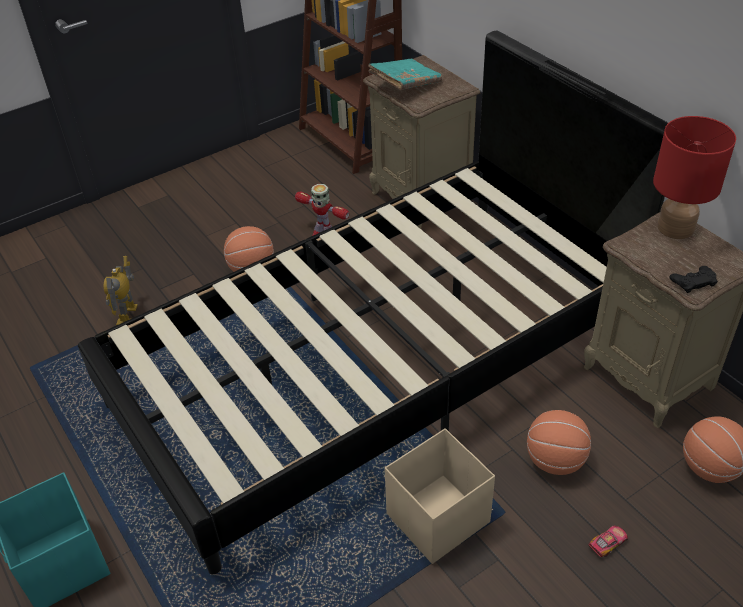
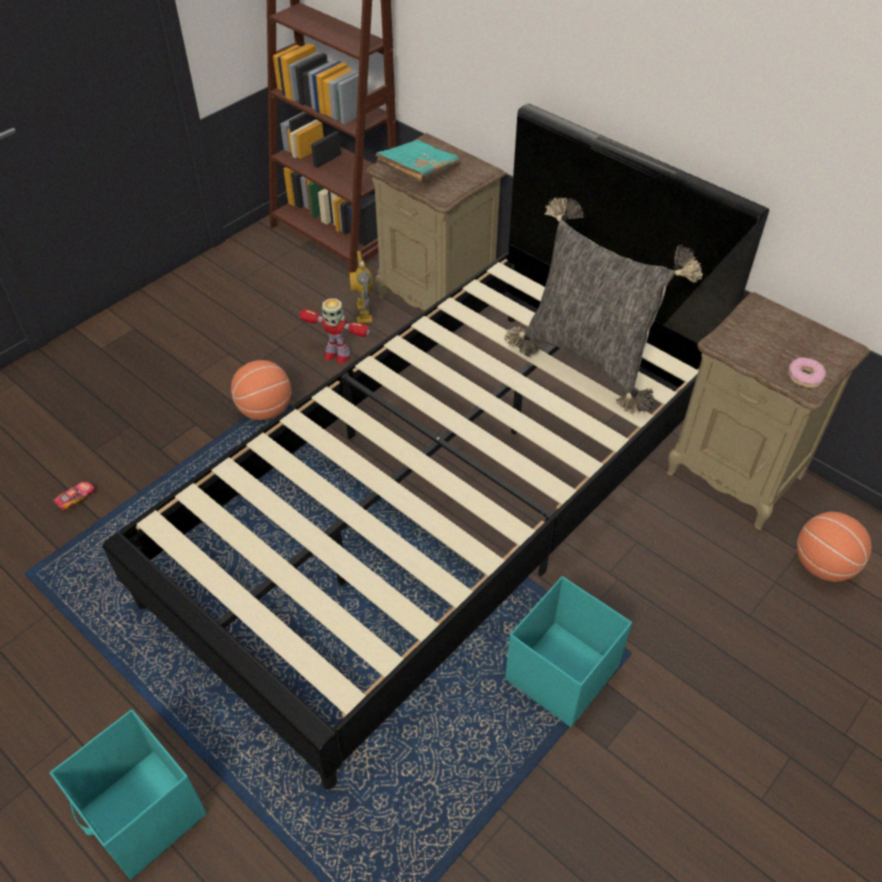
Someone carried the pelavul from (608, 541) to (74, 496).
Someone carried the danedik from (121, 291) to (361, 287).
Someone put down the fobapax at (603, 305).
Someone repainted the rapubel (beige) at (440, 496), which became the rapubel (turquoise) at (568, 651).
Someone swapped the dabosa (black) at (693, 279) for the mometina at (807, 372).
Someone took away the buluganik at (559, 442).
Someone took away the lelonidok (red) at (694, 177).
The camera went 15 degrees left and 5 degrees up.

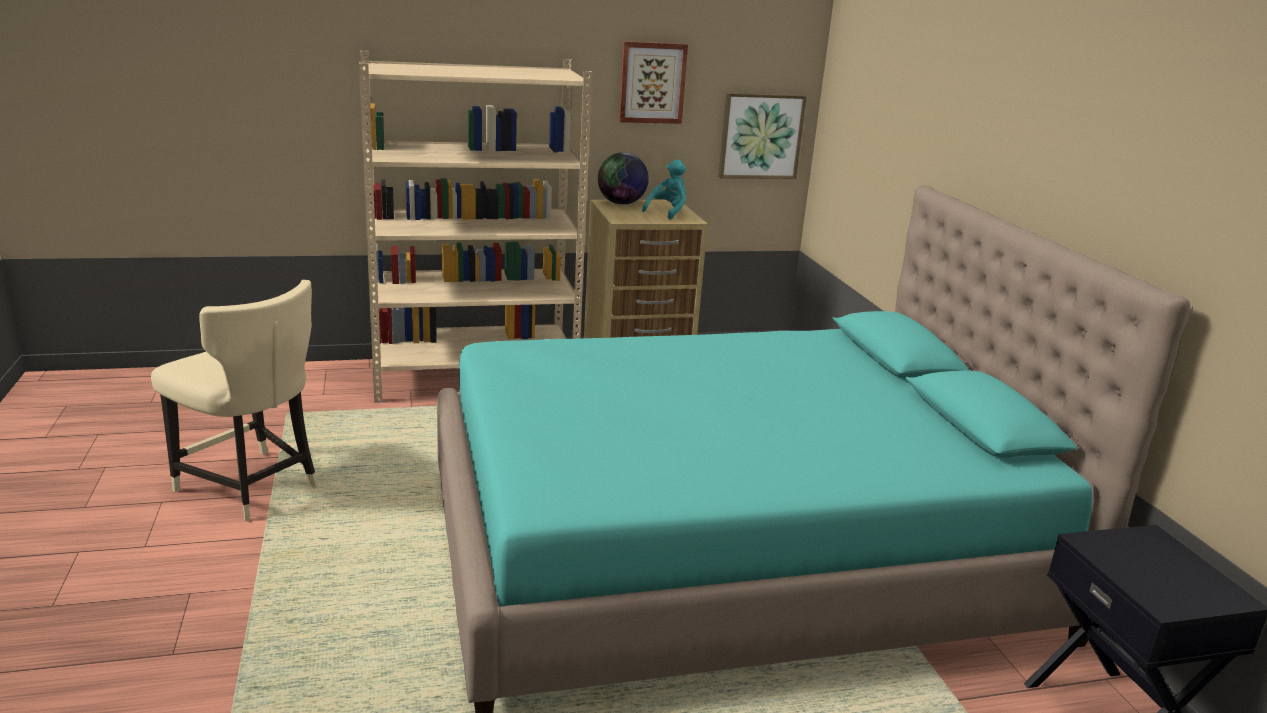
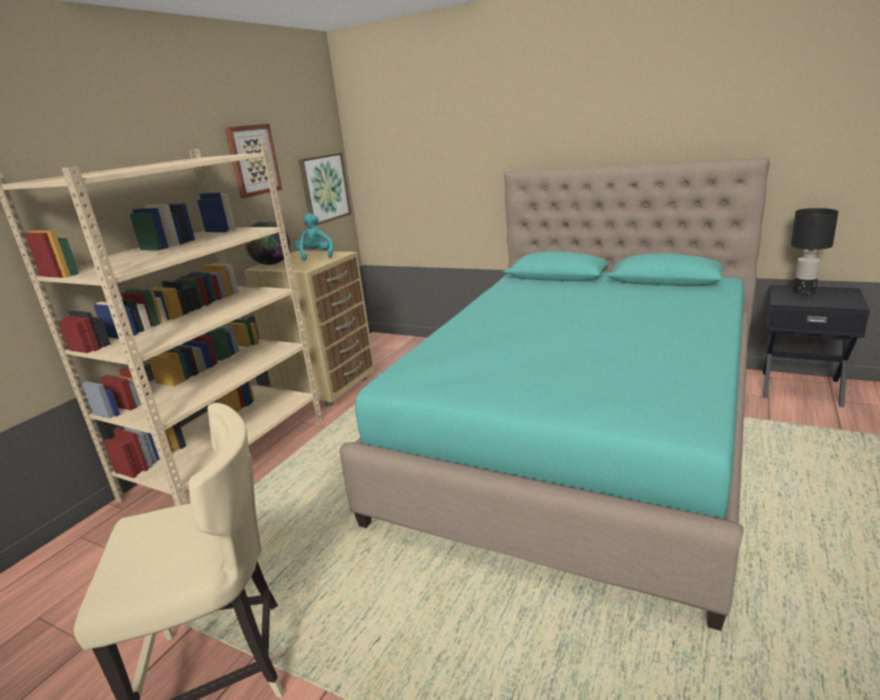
Someone put down the lelonidok (black) at (815, 251).
The camera went 45 degrees left and 0 degrees up.

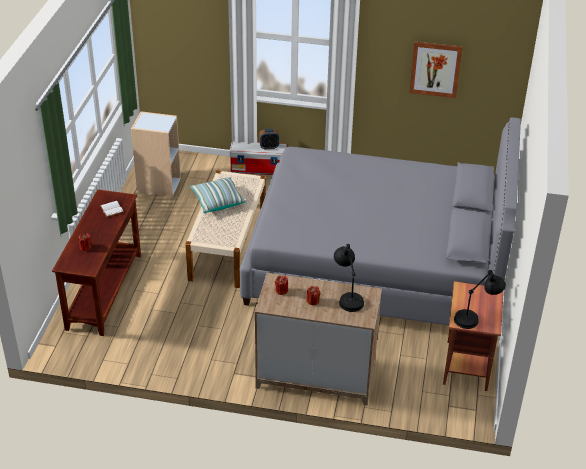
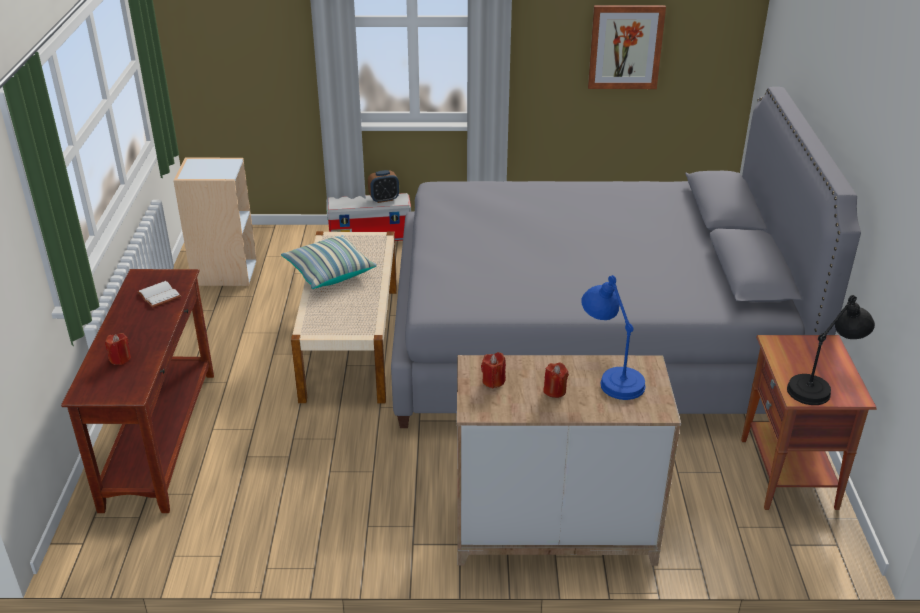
Someone repainted the lelonidok (black) at (349, 278), which became the lelonidok (blue) at (613, 337).
The camera went 10 degrees left and 5 degrees down.

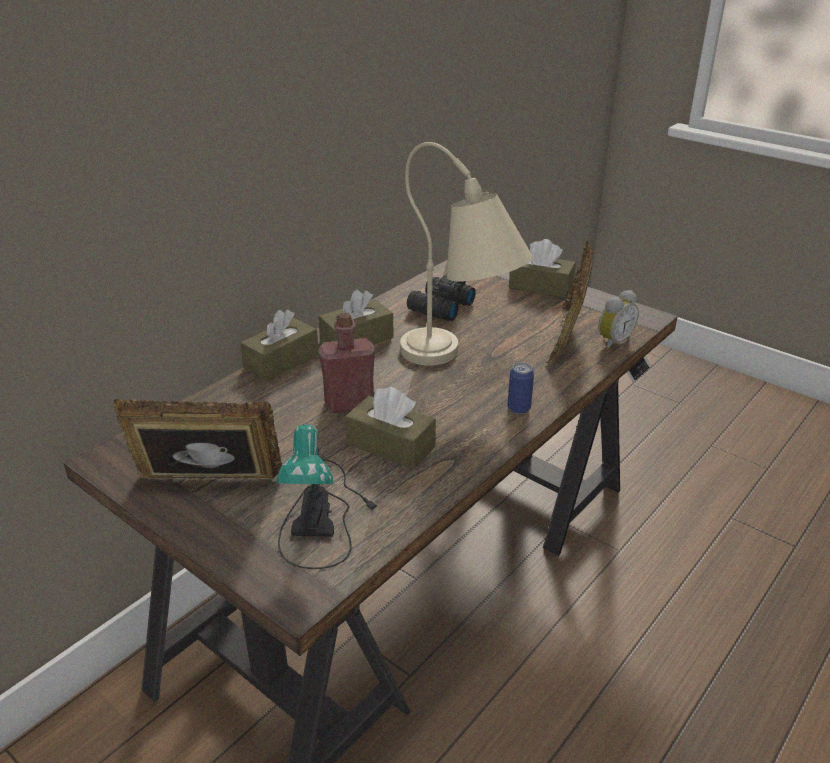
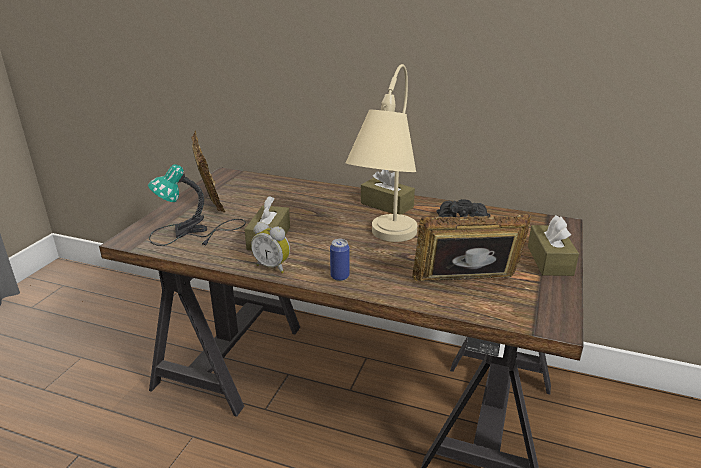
Someone carried the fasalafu from (618, 320) to (270, 247).
Someone took away the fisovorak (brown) at (279, 345).
Someone took away the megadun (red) at (346, 363).
The camera went 70 degrees right and 5 degrees down.

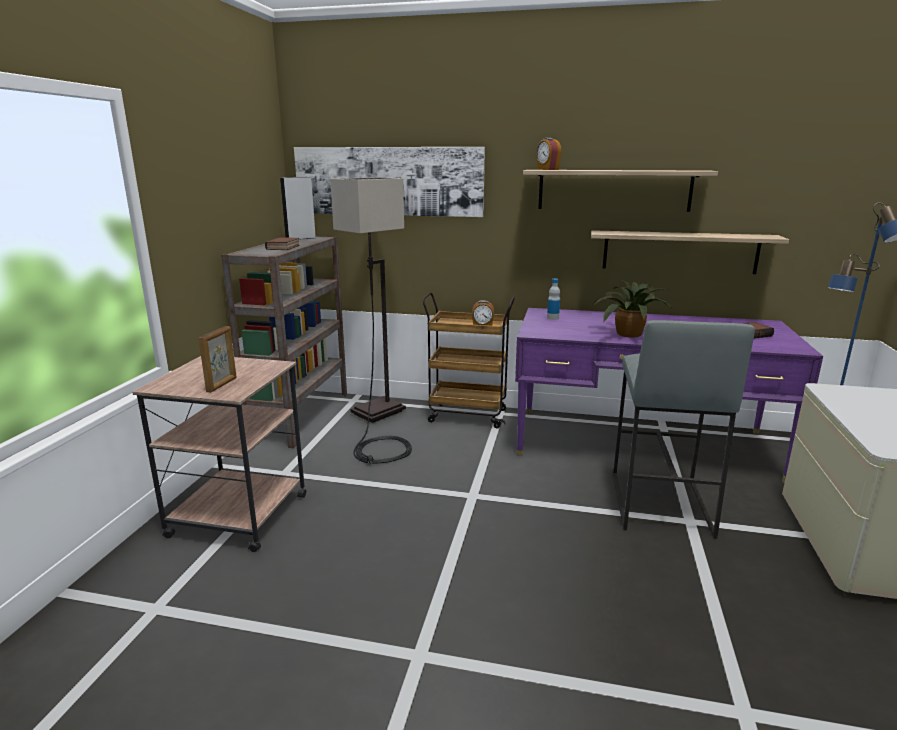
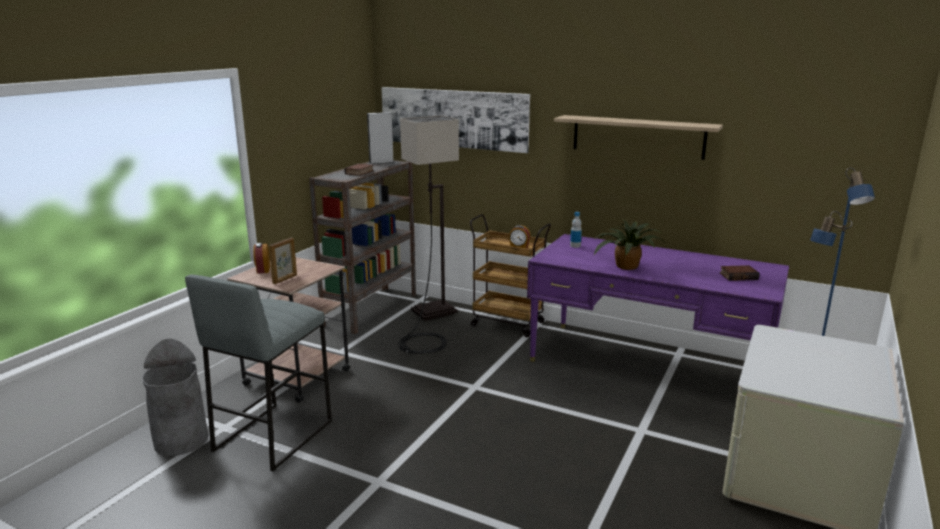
Someone put down the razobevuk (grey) at (175, 397).
Someone carried the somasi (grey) from (684, 429) to (258, 373).
Someone carried the fasalafu from (548, 154) to (261, 258).
Someone took away the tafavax at (690, 252).
The camera went 15 degrees right and 0 degrees up.

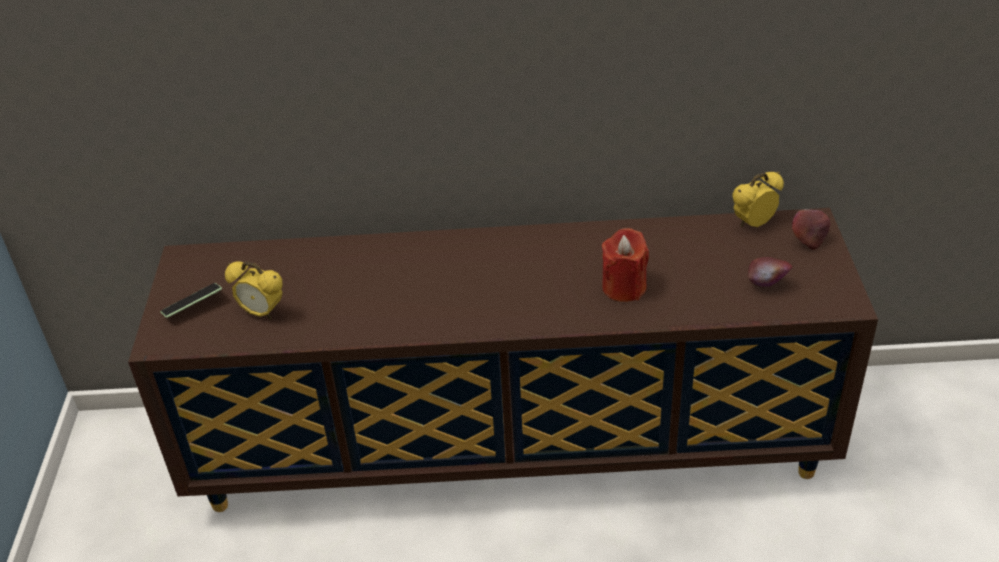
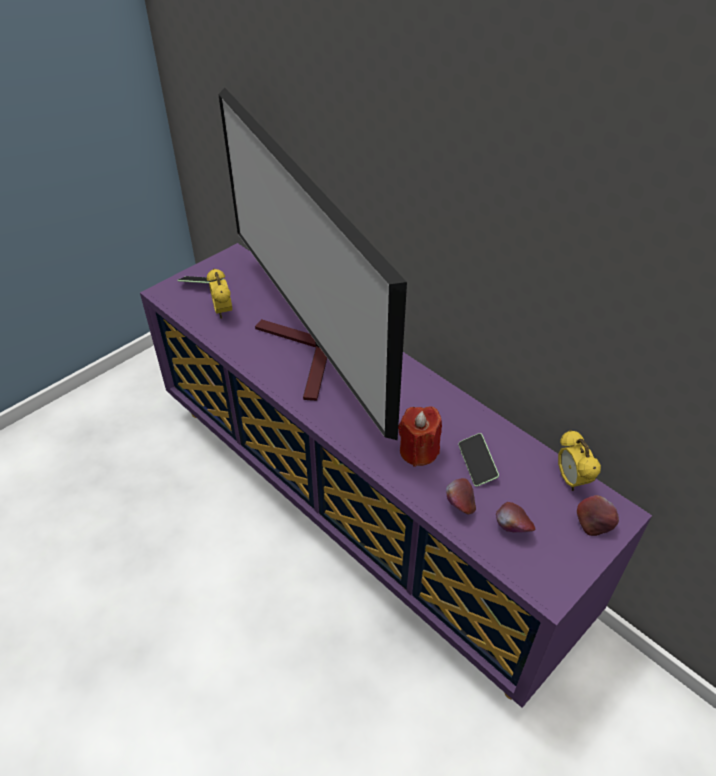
Someone repainted the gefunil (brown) at (503, 360), which became the gefunil (purple) at (396, 475).
Someone put down the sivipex at (312, 264).
Someone put down the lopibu at (461, 496).
Someone put down the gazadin at (478, 460).
Someone rotated the fasalafu at (758, 199) by 120 degrees counterclockwise.
The camera went 45 degrees right and 5 degrees up.

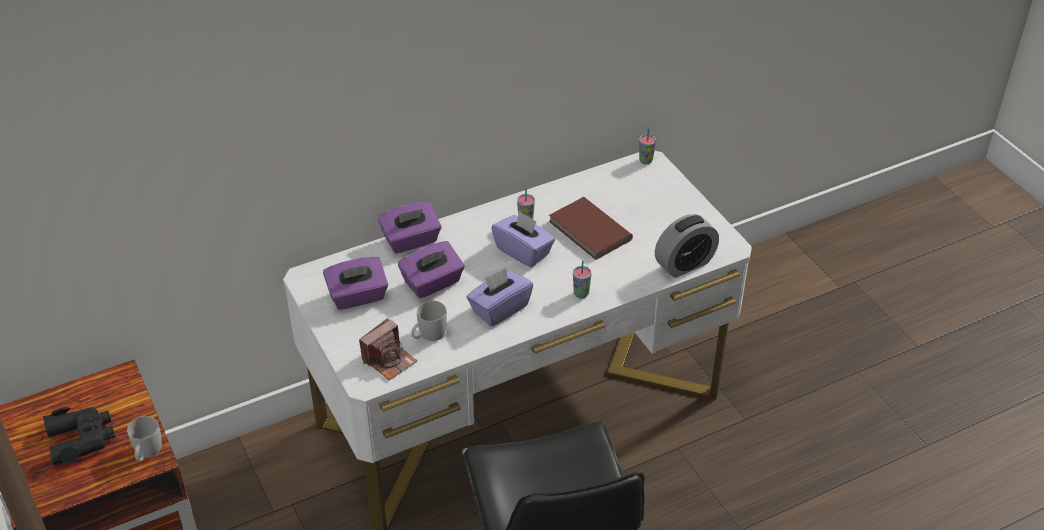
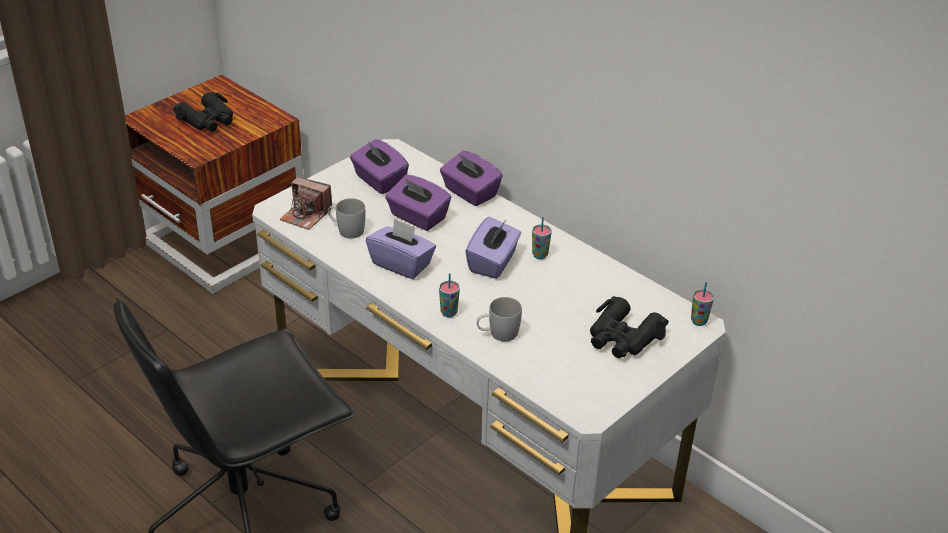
Someone carried the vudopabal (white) from (144, 438) to (499, 319).
Someone put down the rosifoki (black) at (629, 327).
Someone took away the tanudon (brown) at (591, 228).
Someone took away the fasalafu at (687, 246).
The camera went 70 degrees right and 5 degrees down.

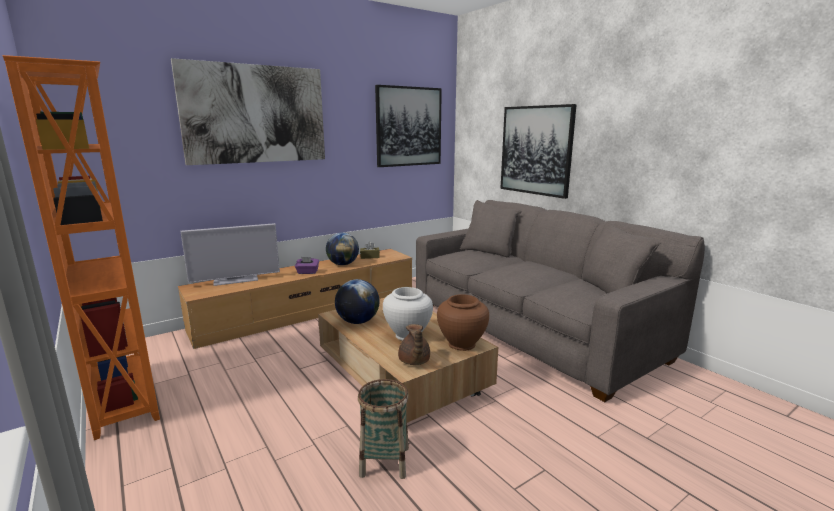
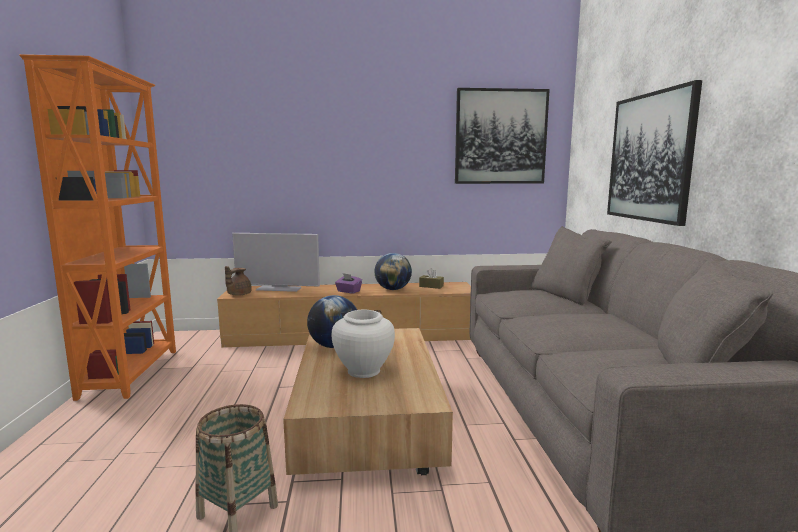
Someone carried the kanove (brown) from (414, 344) to (238, 281).
Someone took away the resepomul at (248, 111).
Someone took away the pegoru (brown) at (463, 322).
The camera went 30 degrees right and 5 degrees down.

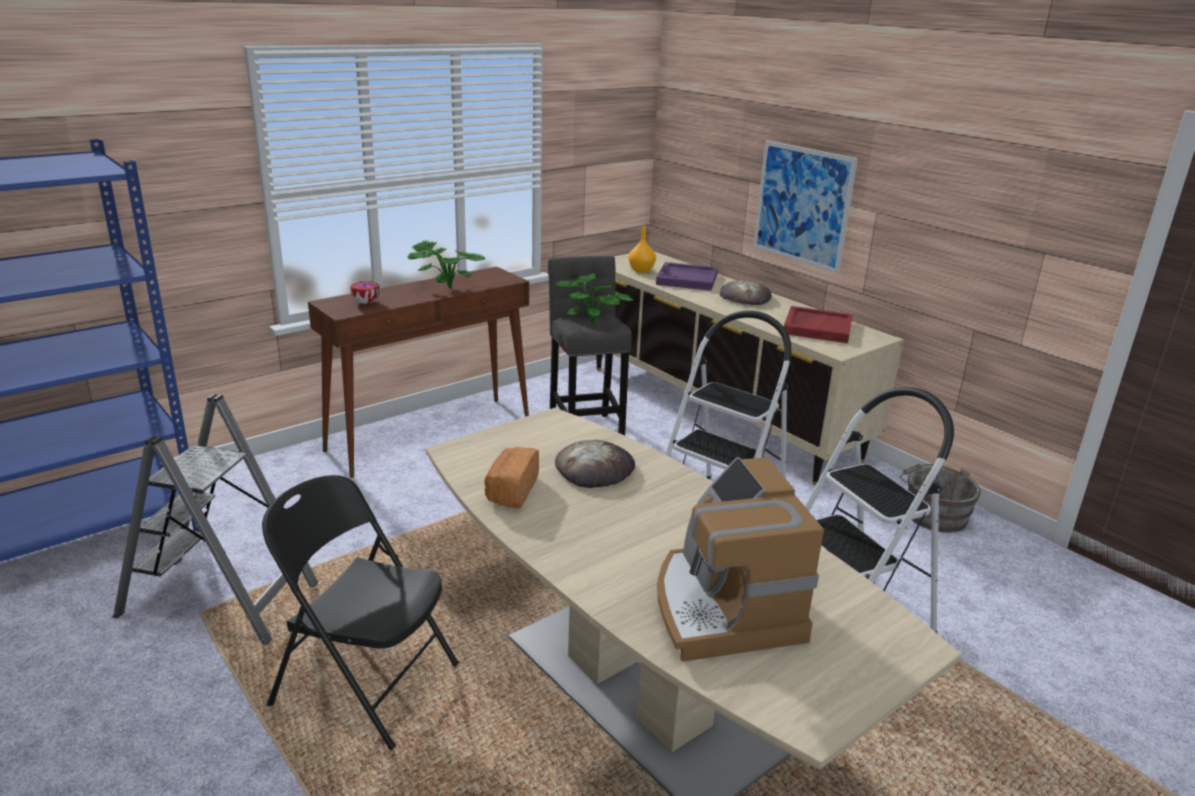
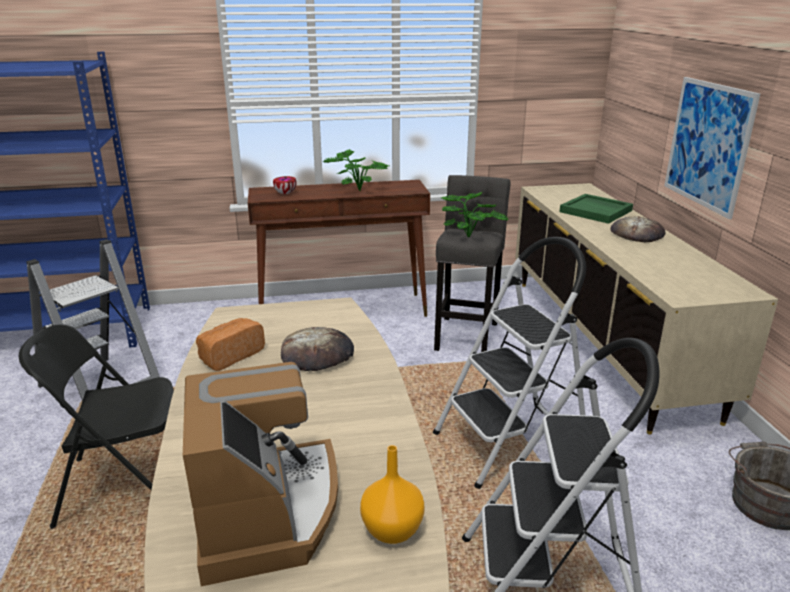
Someone rotated the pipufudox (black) at (360, 612) by 60 degrees counterclockwise.
Someone rotated the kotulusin at (740, 559) by 150 degrees clockwise.
Someone carried the pegoru (orange) from (642, 249) to (392, 494).
Someone repainted the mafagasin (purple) at (687, 276), which became the mafagasin (green) at (596, 209).
Someone took away the mafagasin (red) at (818, 324).
The camera went 30 degrees right and 0 degrees up.

